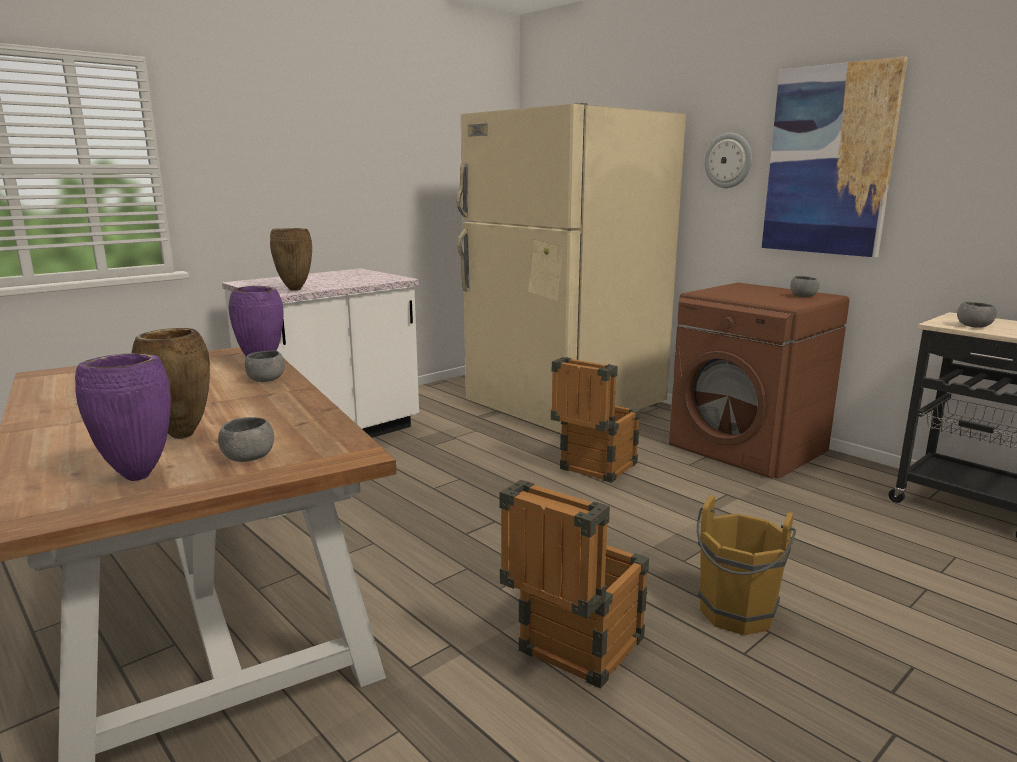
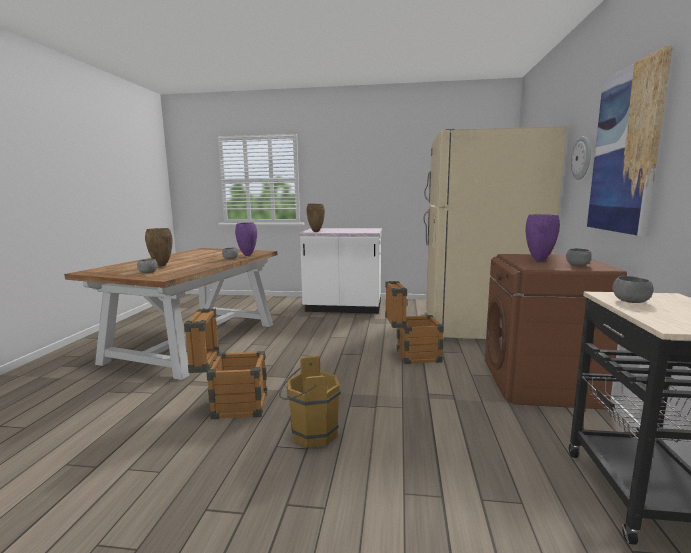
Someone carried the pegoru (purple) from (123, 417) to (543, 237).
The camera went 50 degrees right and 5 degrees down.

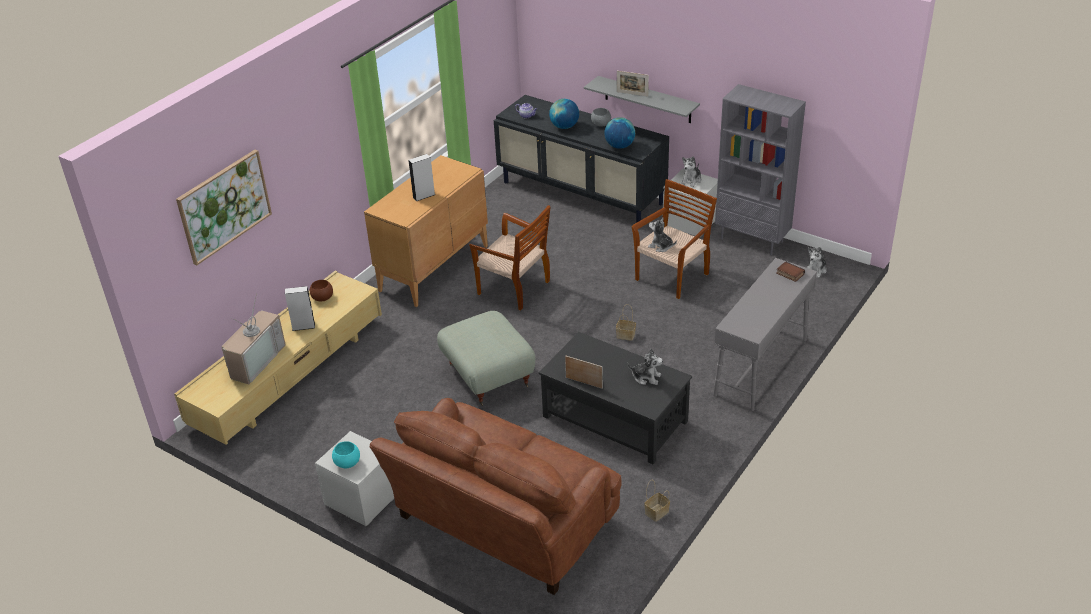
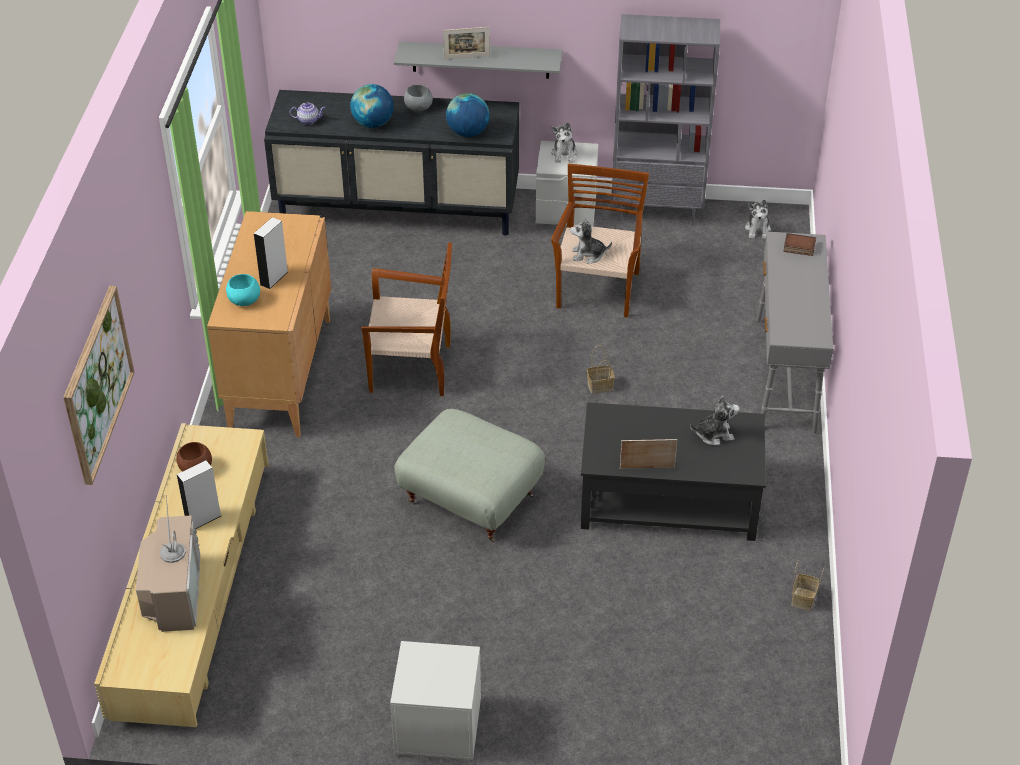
Someone carried the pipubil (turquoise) from (346, 454) to (243, 290).
Someone took away the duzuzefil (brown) at (495, 496).
The camera went 30 degrees left and 5 degrees up.

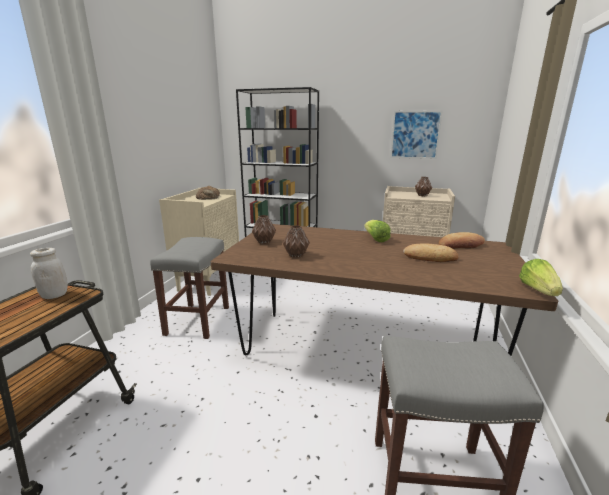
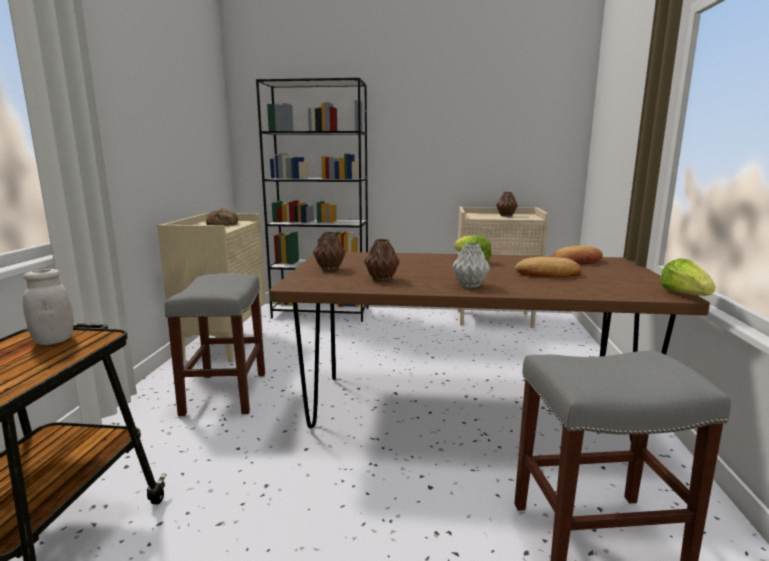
Someone put down the pegoru (grey) at (471, 265).
Someone took away the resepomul at (416, 134).
The camera went 10 degrees left and 5 degrees down.

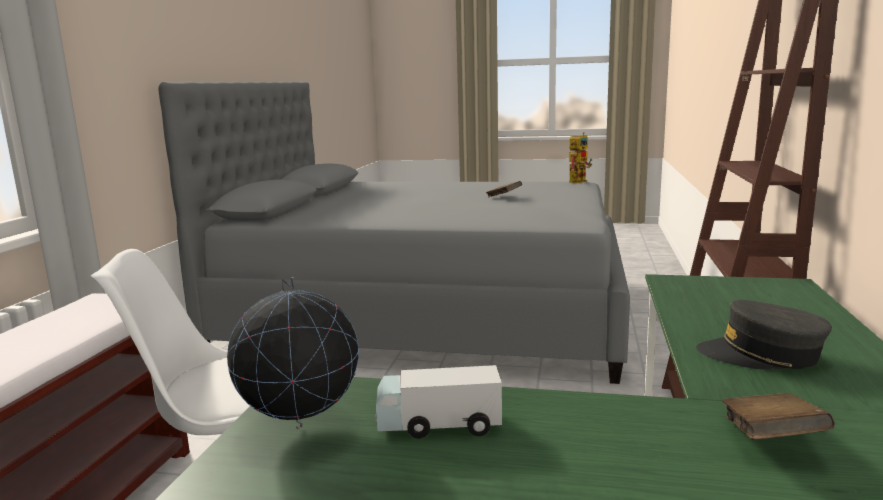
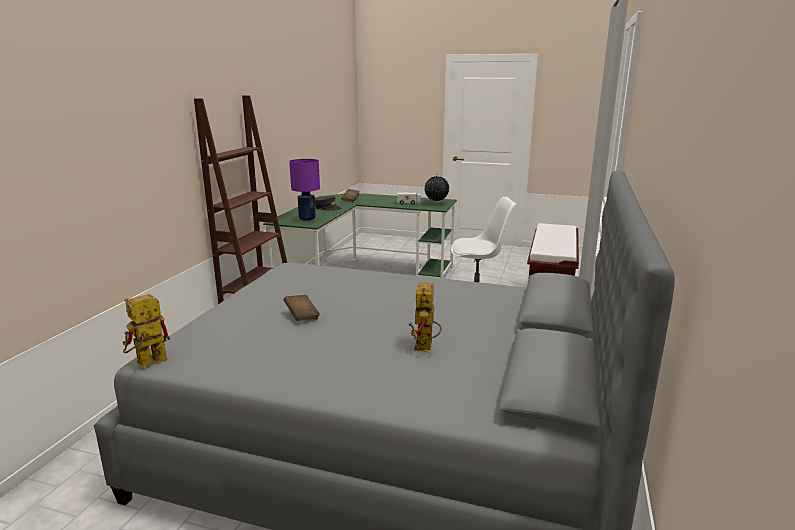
Someone put down the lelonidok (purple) at (304, 190).
Someone put down the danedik at (425, 317).
The camera went 175 degrees left and 5 degrees up.

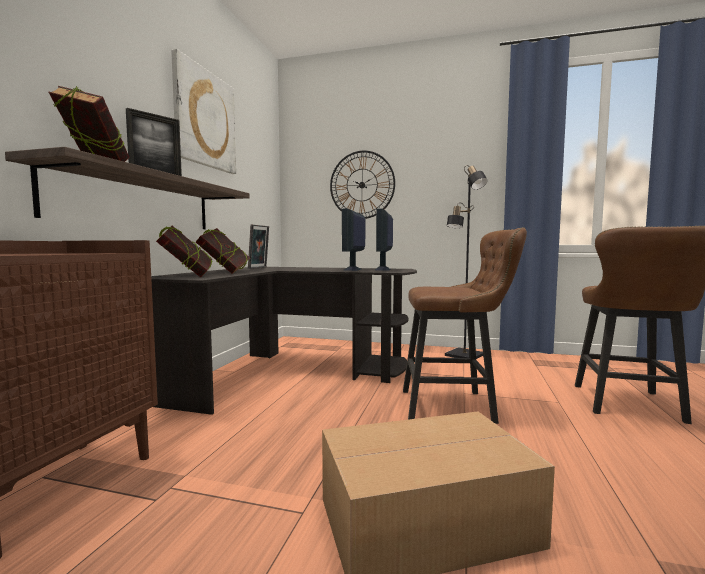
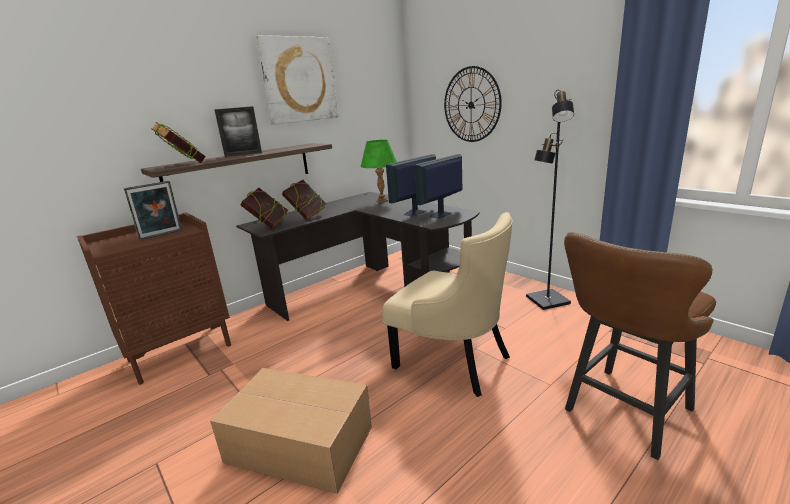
Someone carried the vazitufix from (258, 246) to (153, 210).
Someone put down the lelonidok (green) at (379, 171).
Someone swapped the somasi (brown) at (465, 325) for the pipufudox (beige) at (447, 304).
The camera went 35 degrees right and 15 degrees up.

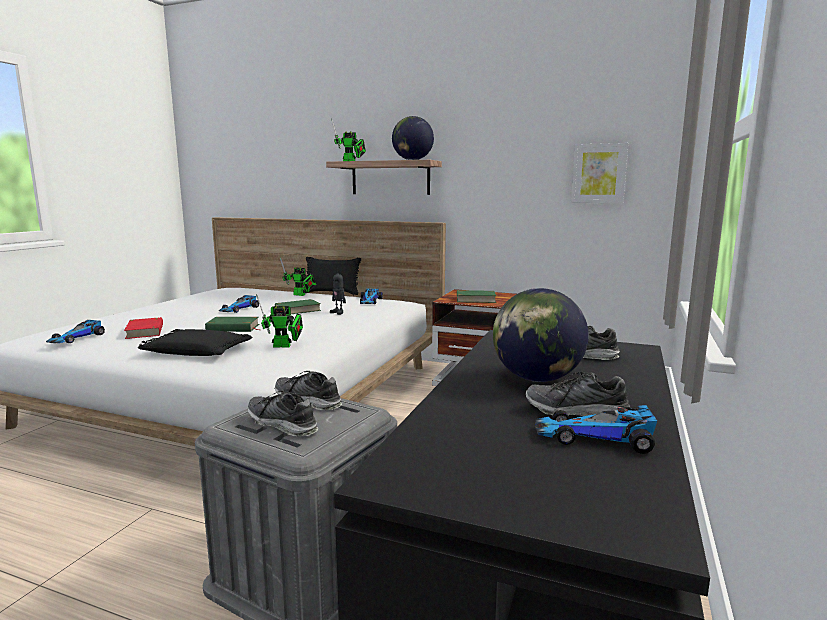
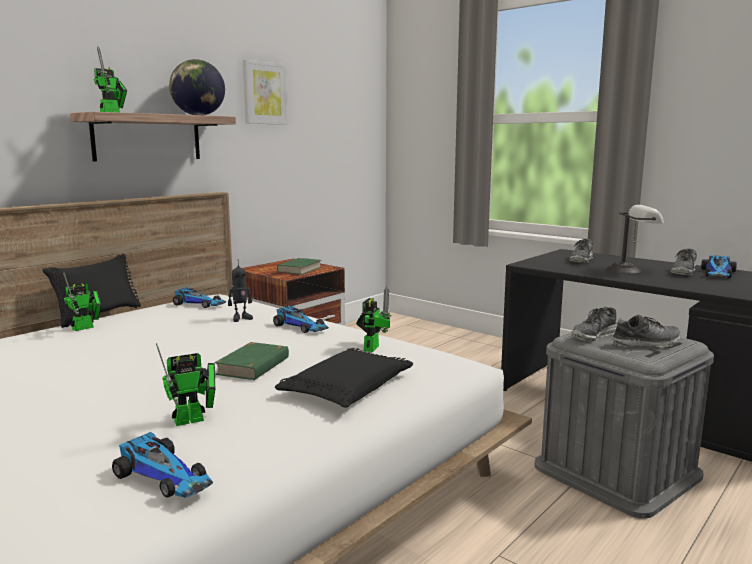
Someone swapped the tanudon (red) at (143, 328) for the danedik at (185, 384).
Someone carried the resepomul from (599, 173) to (265, 92).
Someone carried the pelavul from (239, 304) to (301, 319).
Someone swapped the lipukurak at (541, 335) for the lelonidok at (634, 239).
Someone rotated the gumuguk at (282, 413) by 150 degrees counterclockwise.
Someone took away the tanudon (green) at (295, 306).
The camera went 70 degrees left and 0 degrees up.

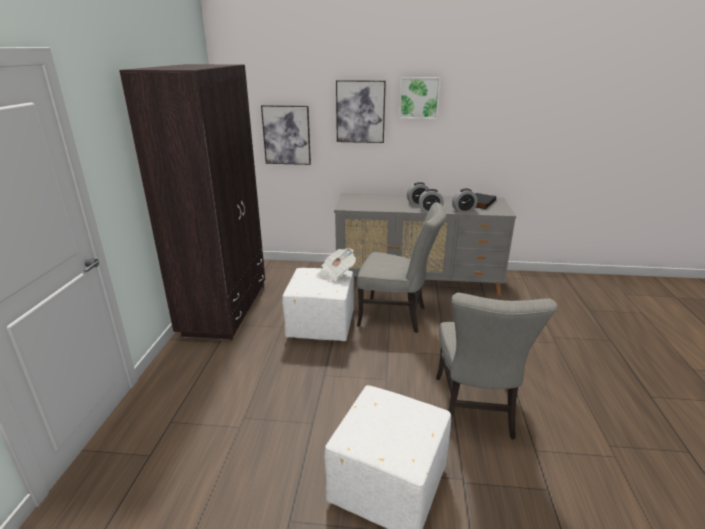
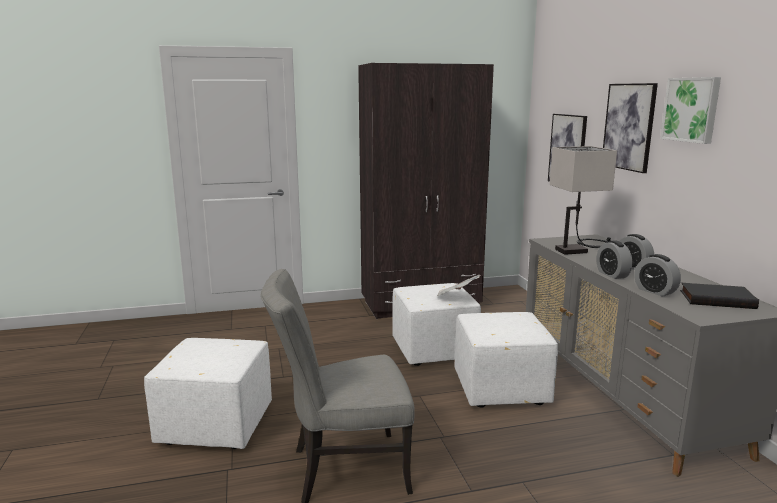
Someone swapped the pipufudox (grey) at (401, 267) for the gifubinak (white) at (506, 360).
Someone put down the lelonidok at (583, 200).
The camera went 70 degrees right and 10 degrees down.

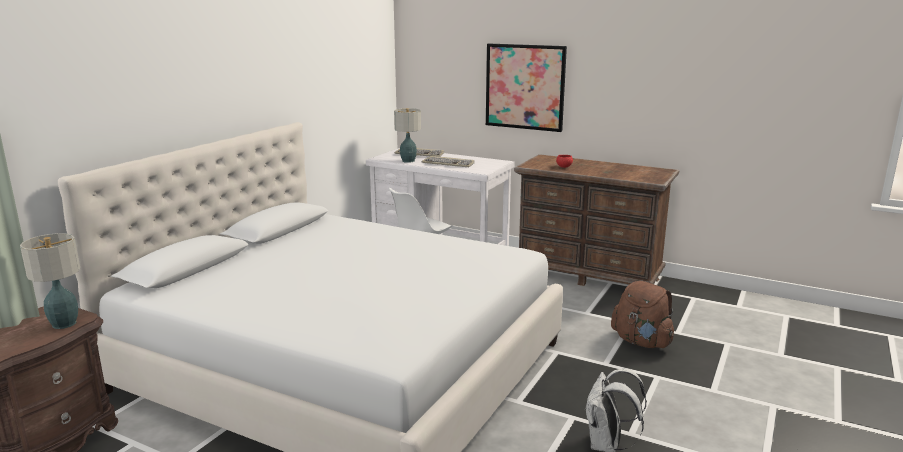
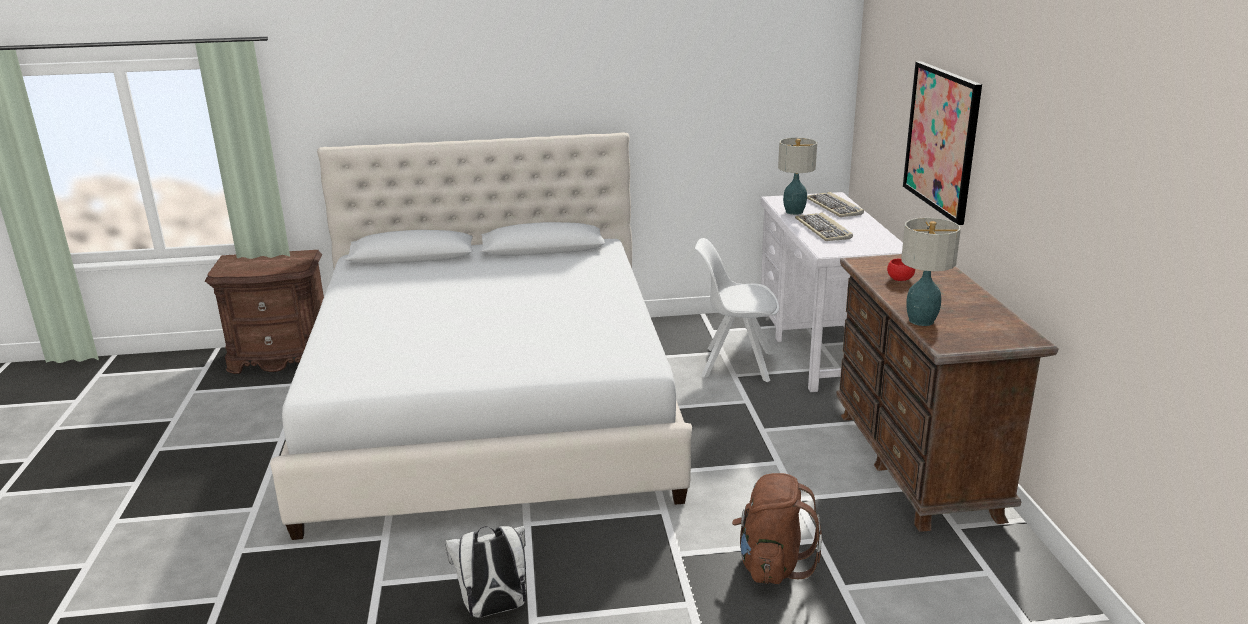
Someone carried the lelonidok from (50, 281) to (931, 271).
The camera went 55 degrees right and 5 degrees up.

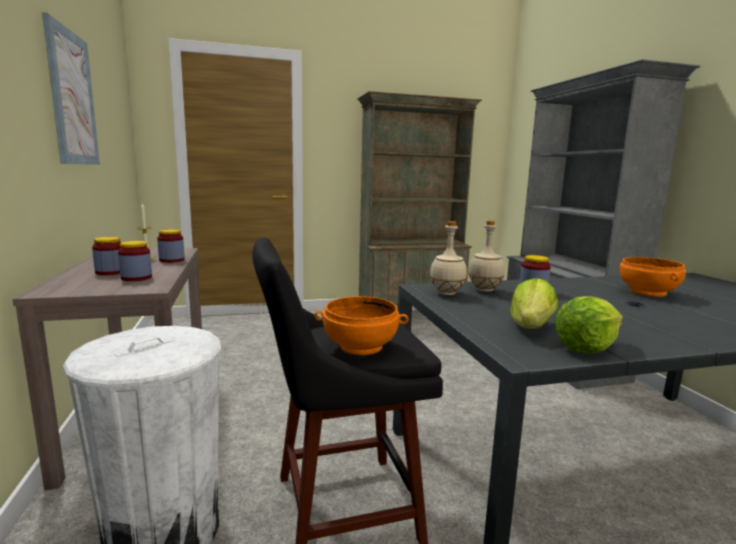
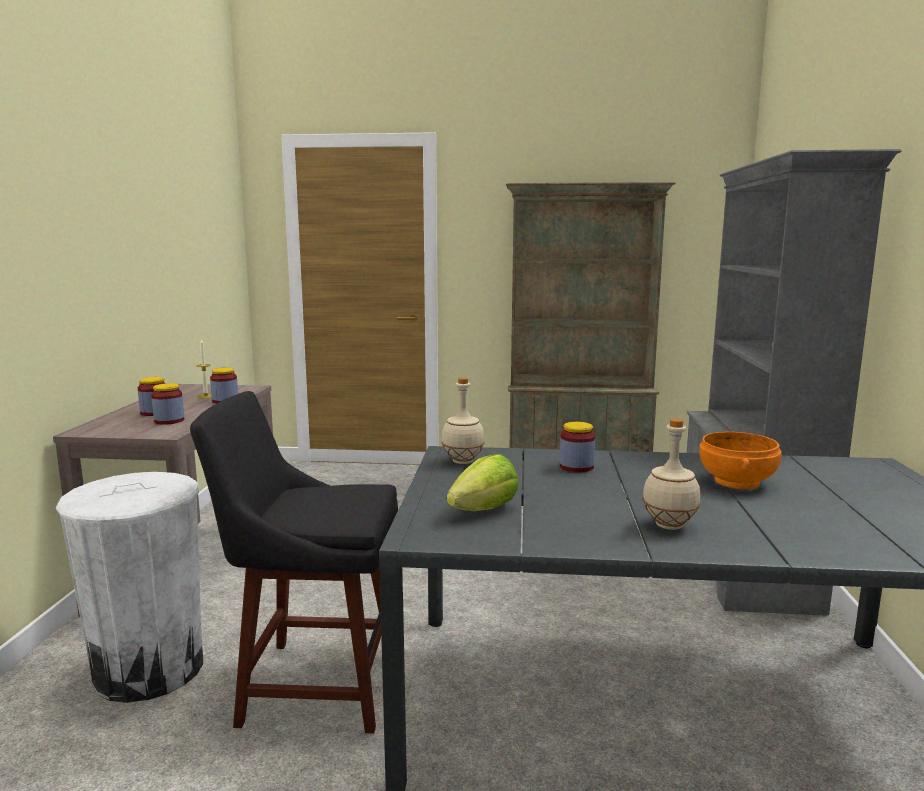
Someone carried the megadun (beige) from (486, 256) to (671, 474).
Someone took away the resepomul at (71, 88).
Someone took away the pipubil (orange) at (361, 325).
Someone took away the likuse at (589, 324).
The camera went 20 degrees right and 0 degrees up.

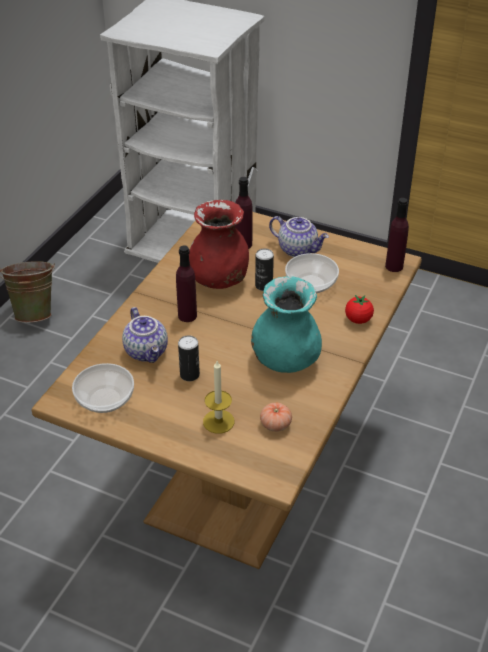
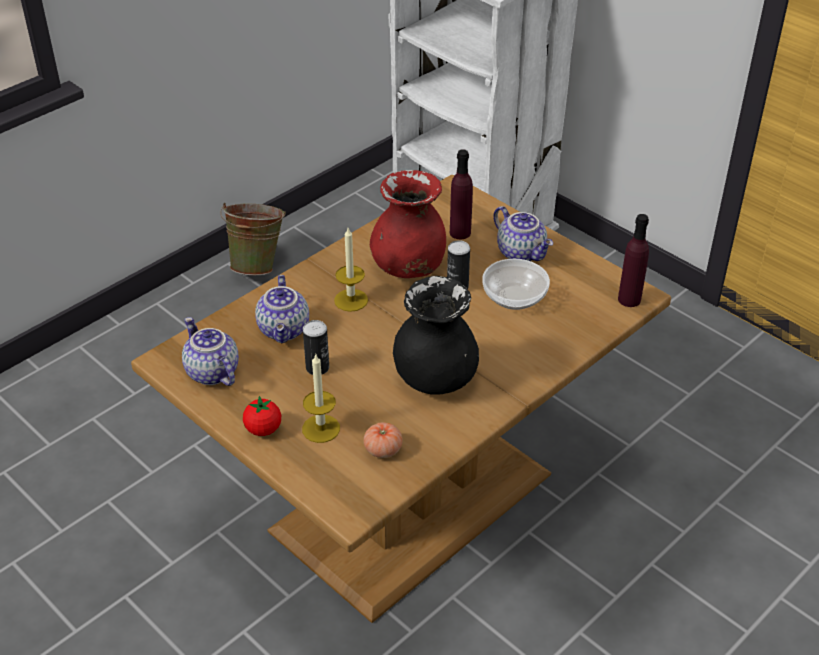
Someone swapped the pipubil at (103, 388) for the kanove at (210, 351).
Someone carried the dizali from (359, 309) to (262, 416).
Someone swapped the megadun (purple) at (186, 283) for the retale at (351, 270).
Someone repainted the pegoru (turquoise) at (286, 325), which became the pegoru (black) at (436, 335).
The camera went 20 degrees right and 0 degrees up.

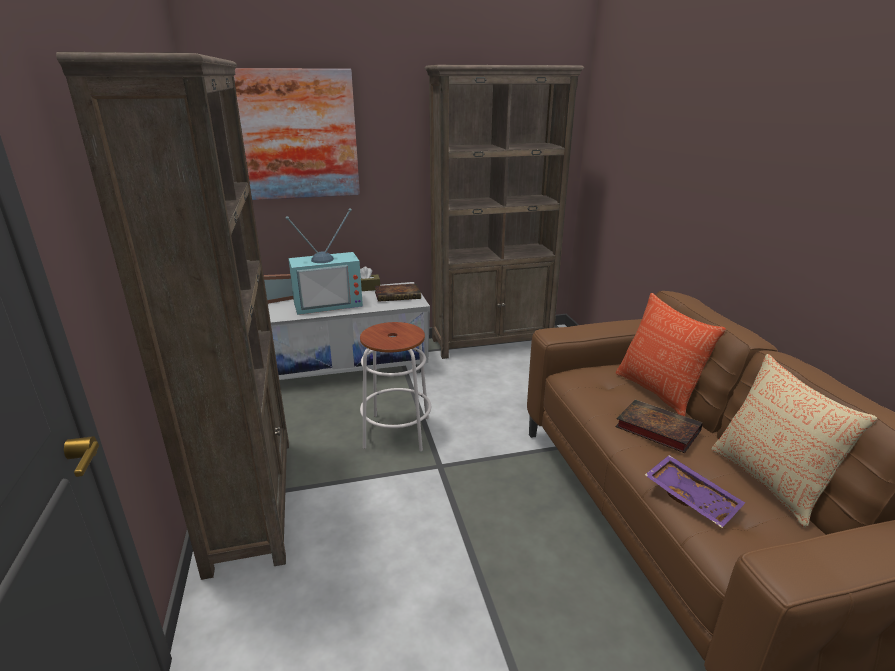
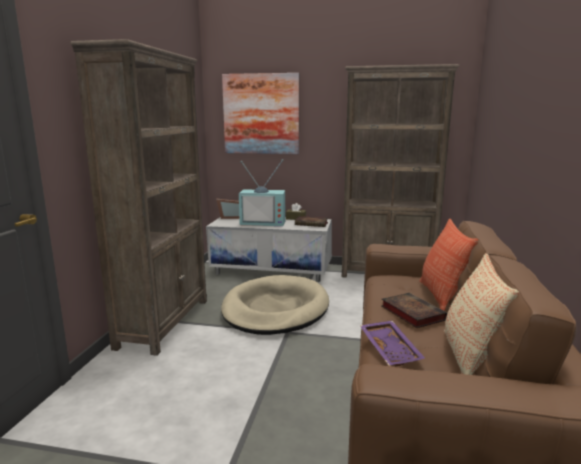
Someone swapped the somasi (white) at (395, 386) for the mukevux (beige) at (275, 305).
The camera went 25 degrees right and 10 degrees down.

